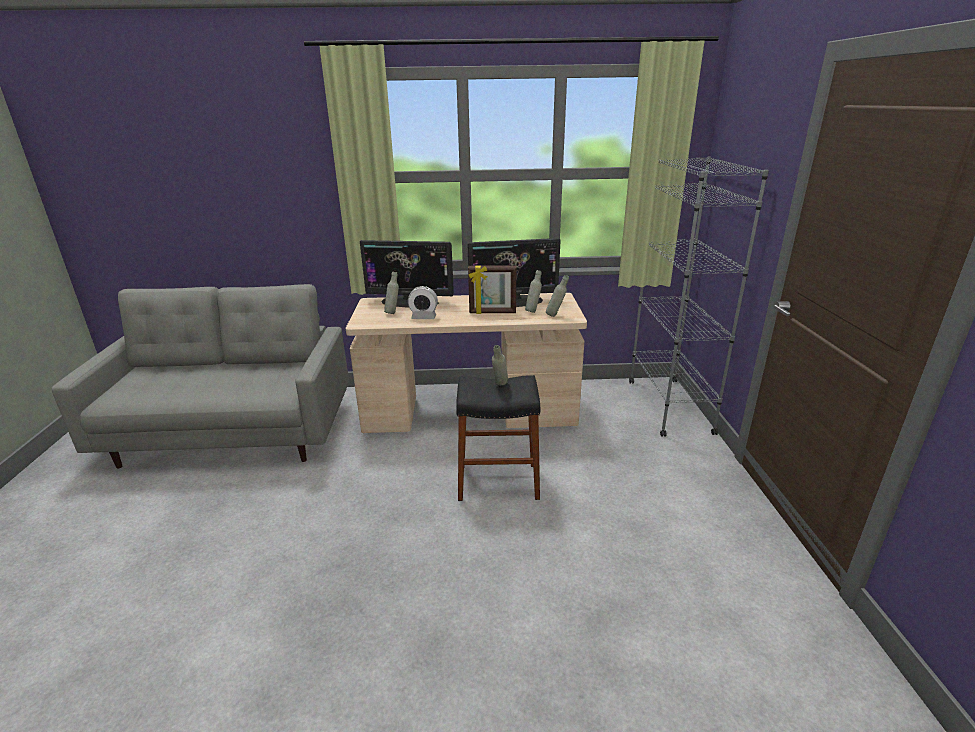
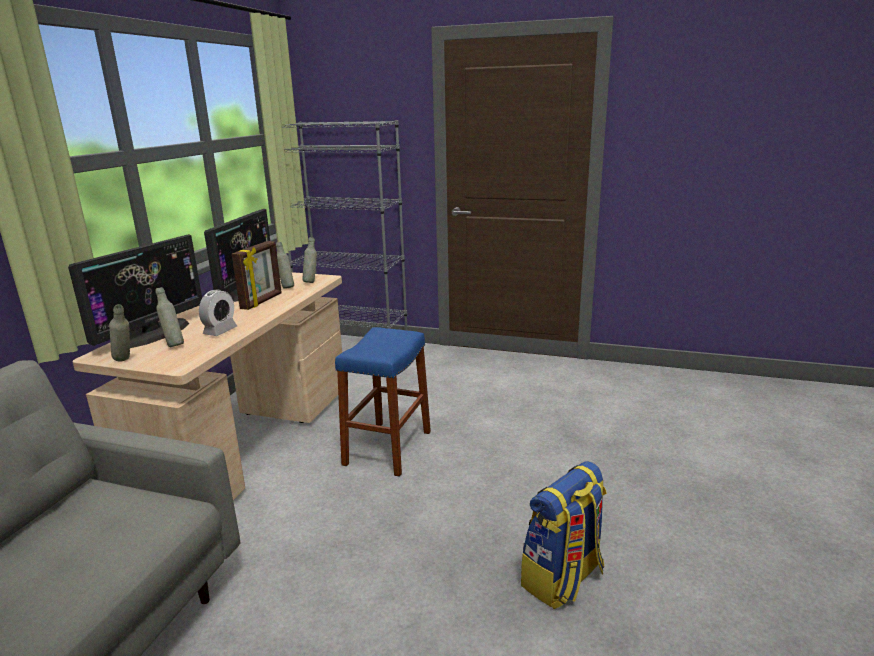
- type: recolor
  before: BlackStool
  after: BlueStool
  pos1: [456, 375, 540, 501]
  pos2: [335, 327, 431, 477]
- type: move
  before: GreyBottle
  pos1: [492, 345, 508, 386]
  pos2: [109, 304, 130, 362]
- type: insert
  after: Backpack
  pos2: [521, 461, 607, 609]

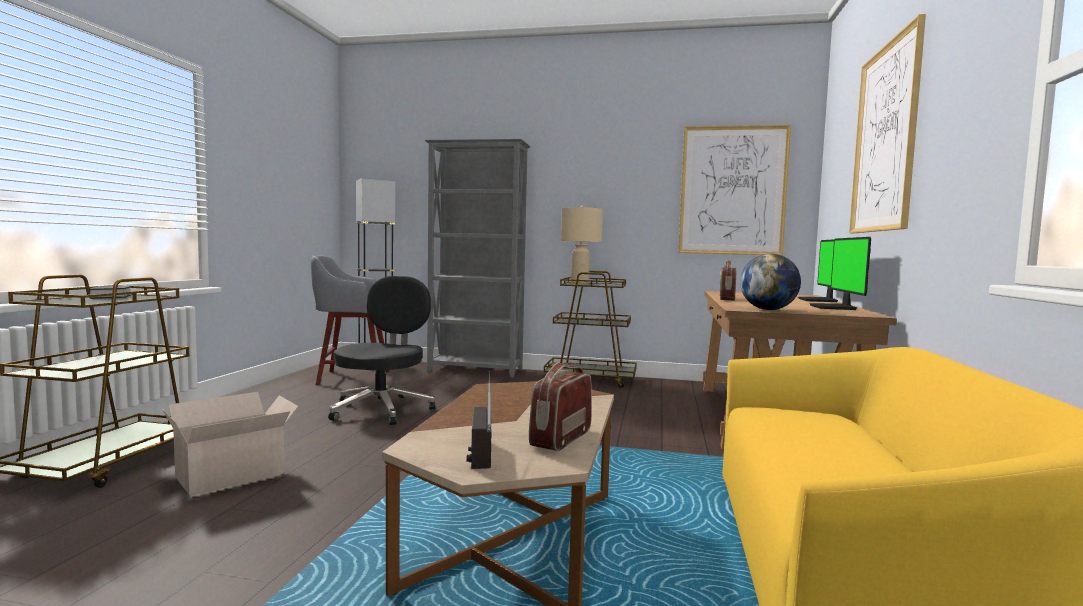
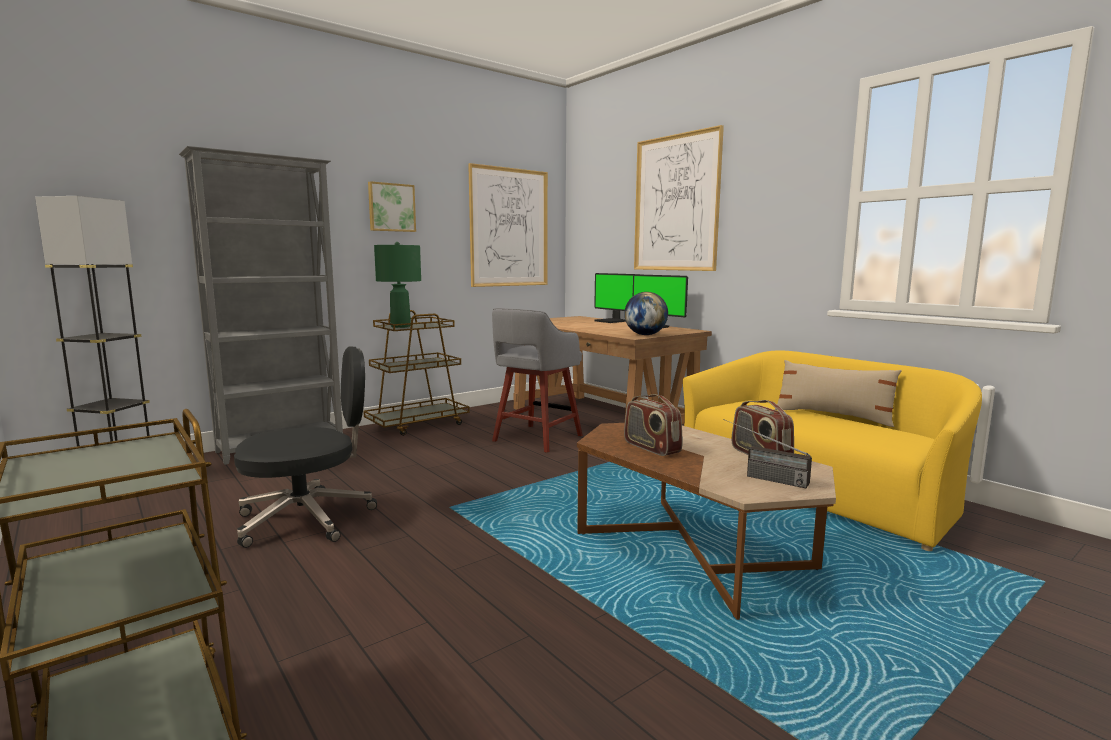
- type: delete
  before: Book
  pos1: [88, 286, 132, 299]
- type: delete
  before: CardboardBox
  pos1: [162, 392, 298, 496]
- type: move
  before: GreyStool
  pos1: [311, 255, 389, 385]
  pos2: [492, 308, 583, 453]
- type: rotate
  before: BlackOfficeChair
  pos1: [328, 276, 435, 425]
  pos2: [234, 347, 377, 548]
  turn: 105
- type: recolor
  before: BeigeTableLamp
  after: GreenTableLamp
  pos1: [561, 206, 603, 285]
  pos2: [374, 242, 421, 328]
- type: move
  before: Radio
  pos1: [720, 260, 737, 301]
  pos2: [624, 394, 683, 456]
- type: insert
  after: Picture
  pos2: [368, 181, 416, 232]
- type: insert
  after: BeigePillow
  pos2: [774, 360, 902, 427]

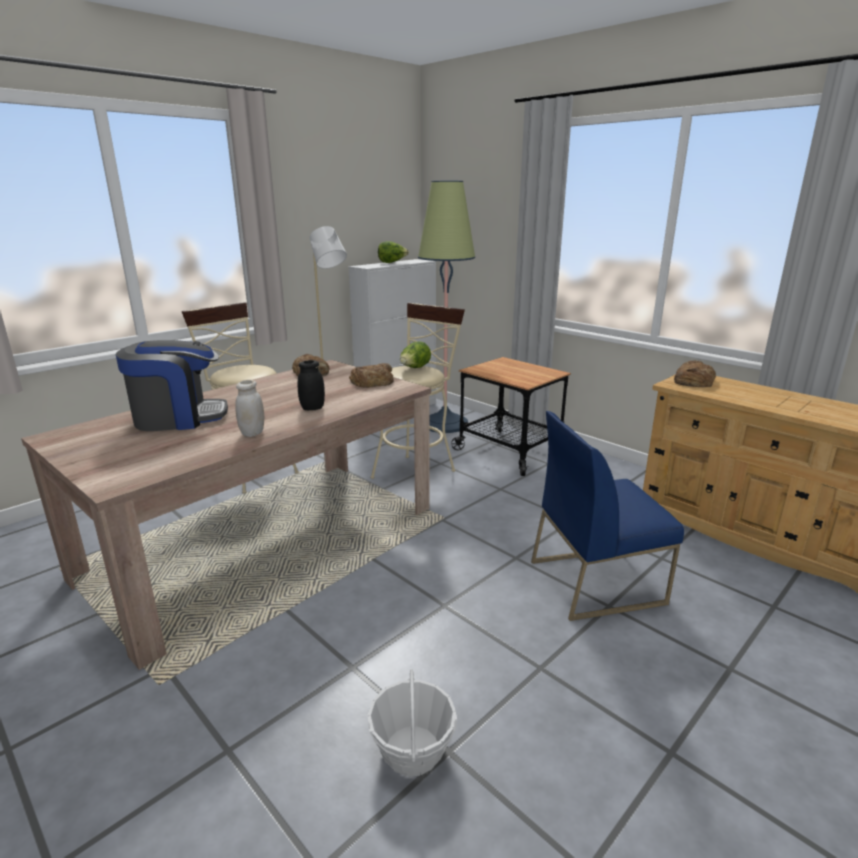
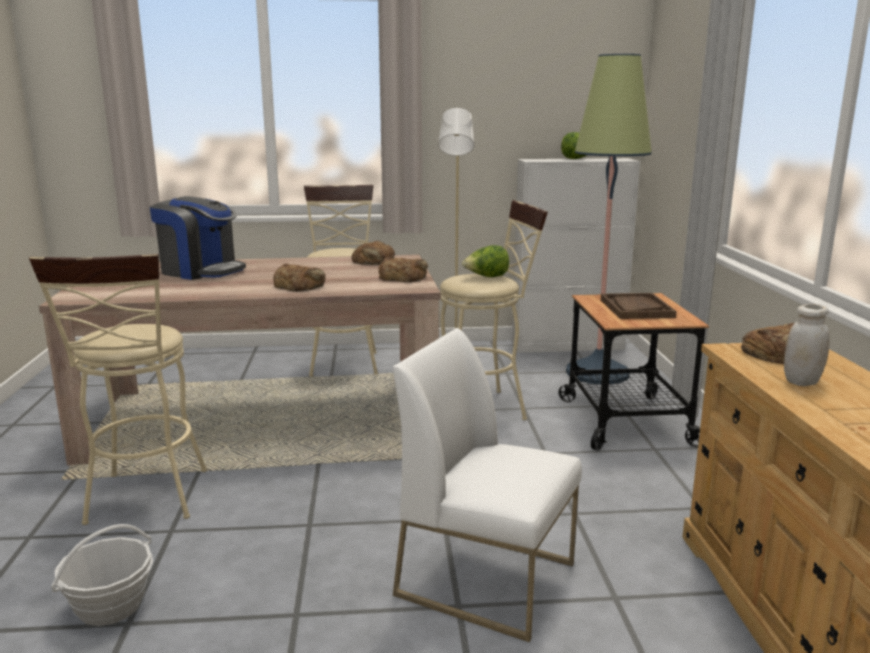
- type: move
  before: WhiteJar
  pos1: [235, 380, 264, 437]
  pos2: [784, 304, 830, 386]
- type: replace
  before: BlackJar
  after: Bread
  pos1: [298, 360, 325, 410]
  pos2: [273, 263, 326, 291]
- type: recolor
  before: BlueChair
  after: WhiteChair
  pos1: [531, 411, 684, 621]
  pos2: [393, 328, 582, 642]
- type: insert
  after: BeigeStool
  pos2: [29, 254, 207, 525]
- type: insert
  after: BrownTray
  pos2: [601, 293, 676, 319]

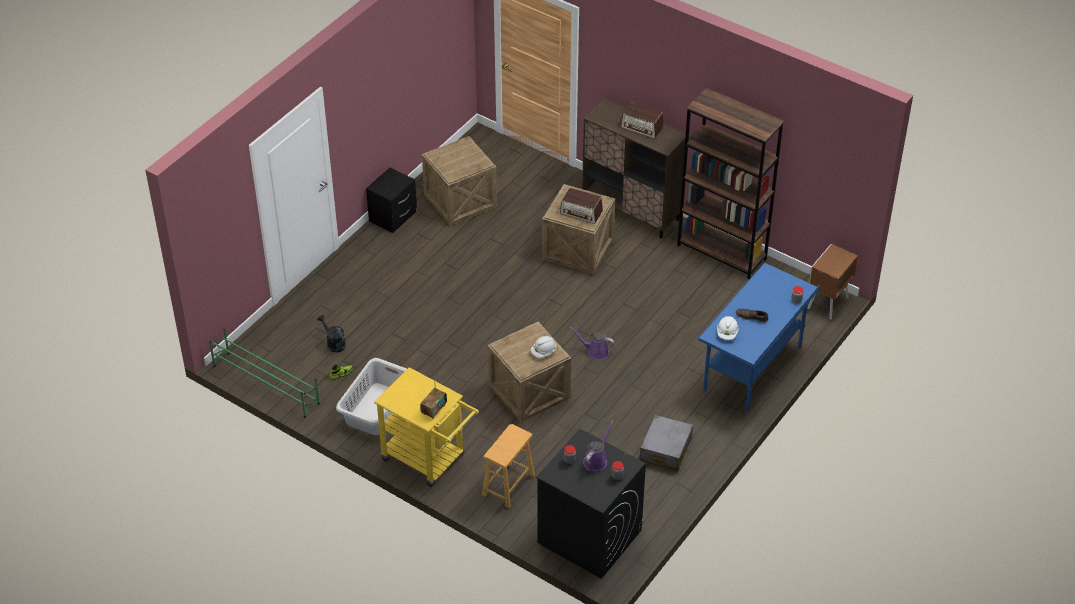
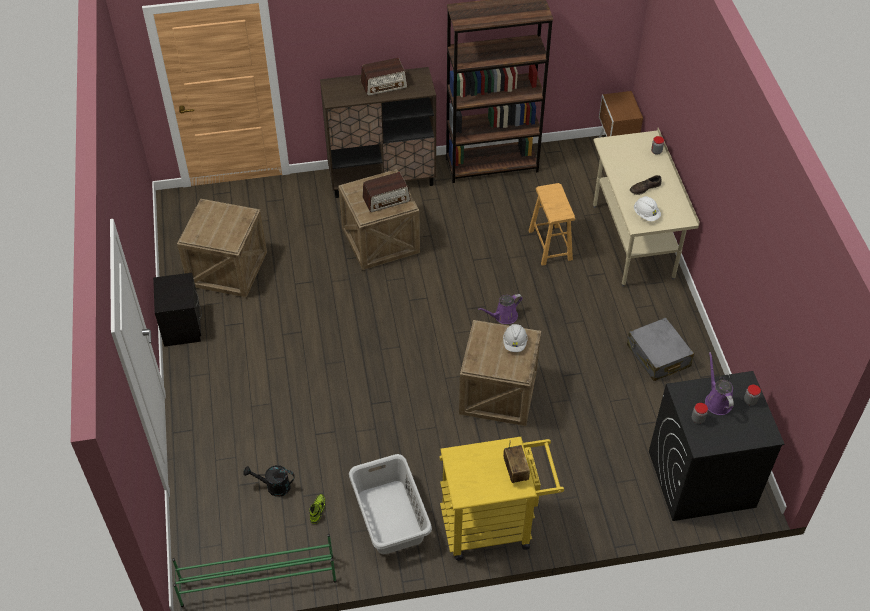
- type: move
  before: BrownStool
  pos1: [482, 424, 535, 508]
  pos2: [528, 183, 575, 266]
- type: recolor
  before: BlueDesk
  after: BeigeDesk
  pos1: [698, 263, 820, 413]
  pos2: [593, 128, 700, 286]

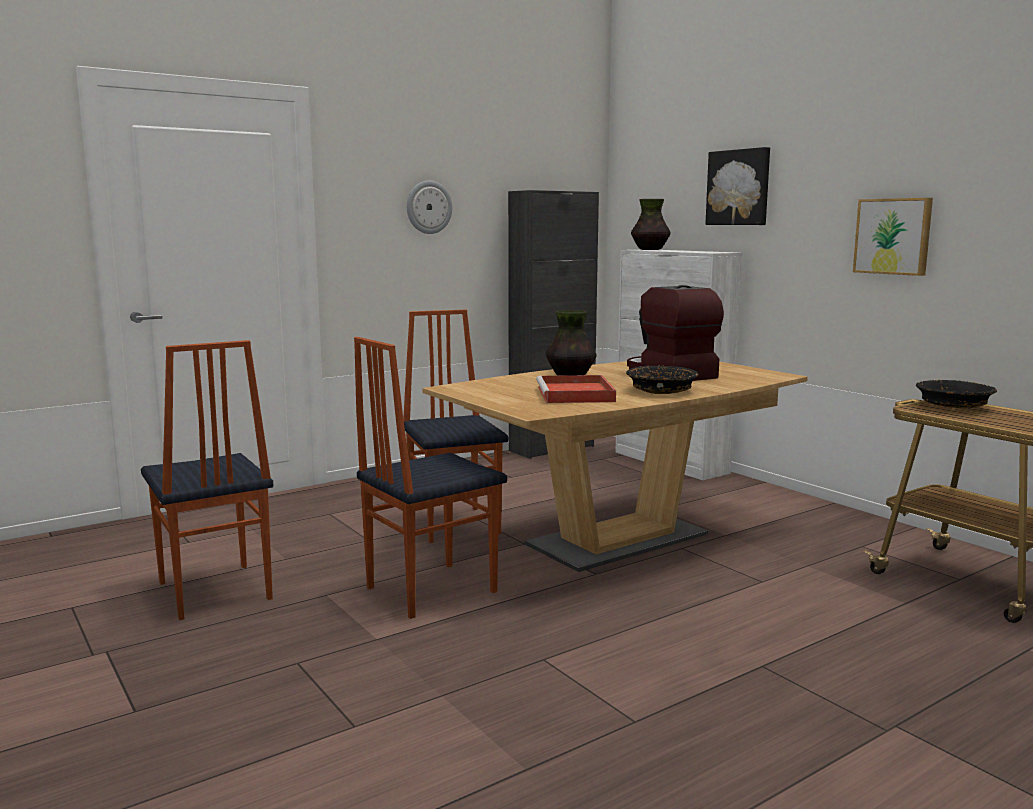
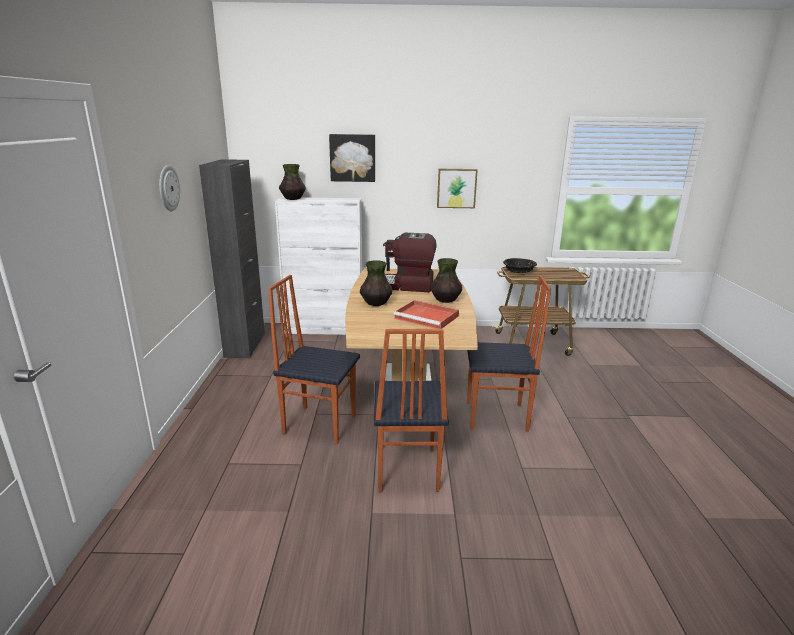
- type: move
  before: Chair
  pos1: [141, 340, 273, 620]
  pos2: [467, 275, 551, 432]
- type: replace
  before: BlackBowl
  after: Vase
  pos1: [626, 366, 699, 394]
  pos2: [430, 258, 462, 303]

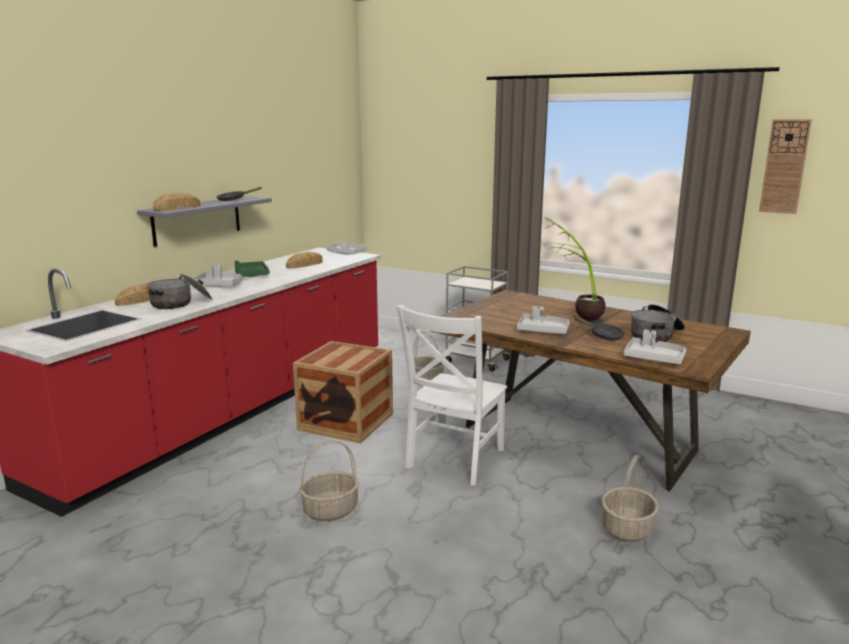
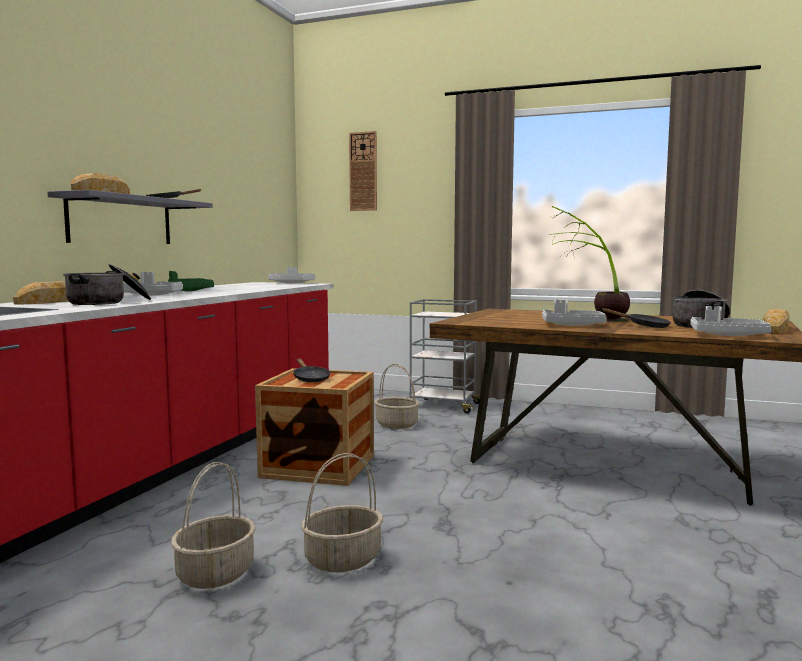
- type: move
  before: Bread
  pos1: [286, 251, 323, 269]
  pos2: [763, 309, 789, 334]
- type: delete
  before: WhiteChair
  pos1: [396, 305, 508, 486]
- type: move
  before: Basket
  pos1: [601, 455, 659, 542]
  pos2: [171, 462, 256, 589]
- type: move
  before: WallClock
  pos1: [759, 119, 812, 214]
  pos2: [349, 131, 377, 211]
- type: insert
  after: BlackFryingPan
  pos2: [294, 359, 330, 382]

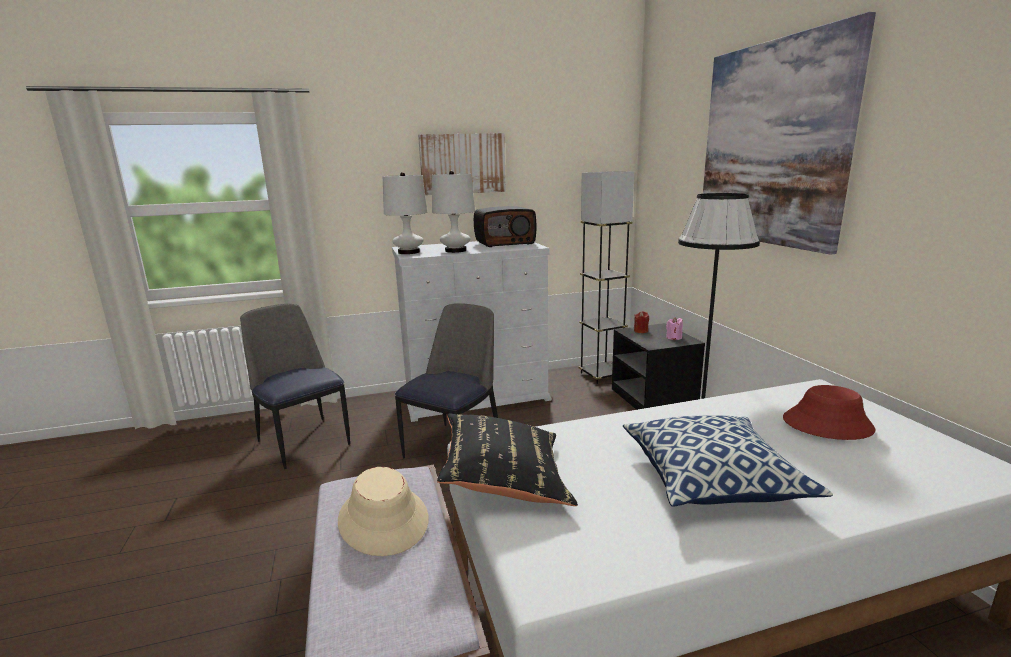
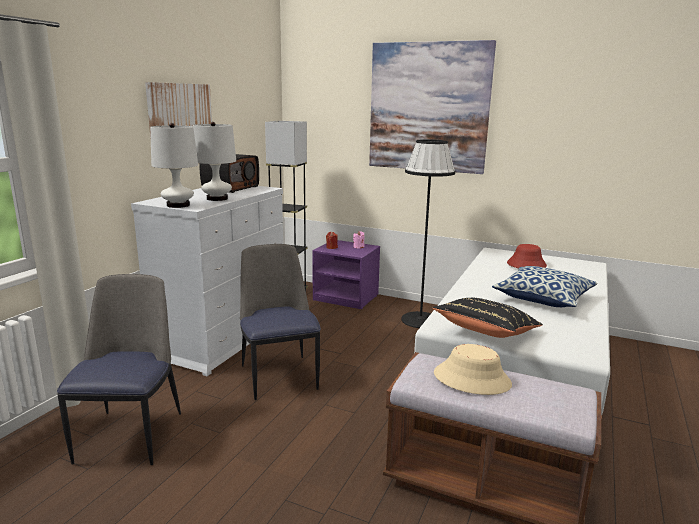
- type: rotate
  before: Chair
  pos1: [240, 304, 350, 469]
  pos2: [57, 274, 181, 465]
  turn: 90
- type: recolor
  before: BlackNightstand
  after: PurpleNightstand
  pos1: [612, 323, 705, 410]
  pos2: [312, 240, 380, 309]

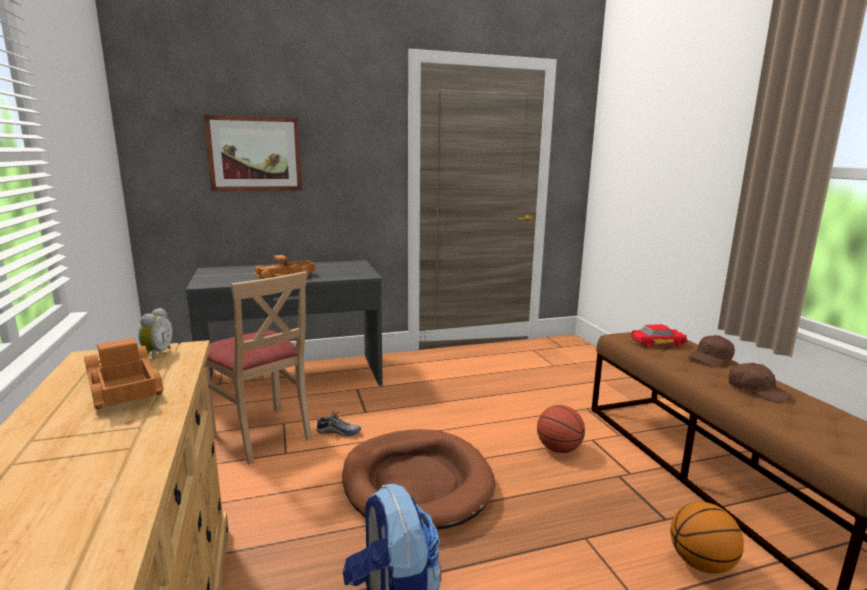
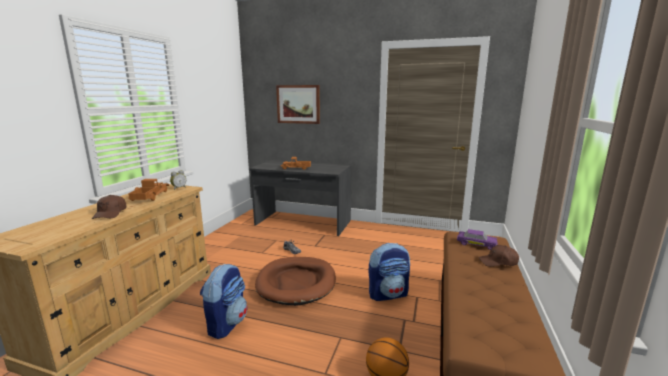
- type: delete
  before: BeigeChair
  pos1: [206, 271, 312, 465]
- type: replace
  before: Basketball
  after: Backpack
  pos1: [537, 405, 585, 453]
  pos2: [369, 243, 410, 301]
- type: recolor
  before: RedToyCar
  after: PurpleToyCar
  pos1: [631, 324, 687, 348]
  pos2: [457, 229, 498, 250]
- type: move
  before: BrownCap
  pos1: [729, 363, 792, 403]
  pos2: [92, 195, 126, 219]

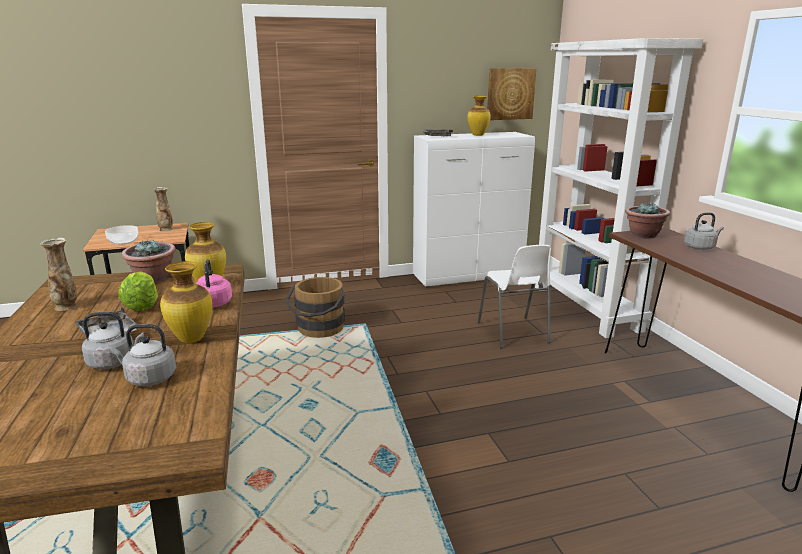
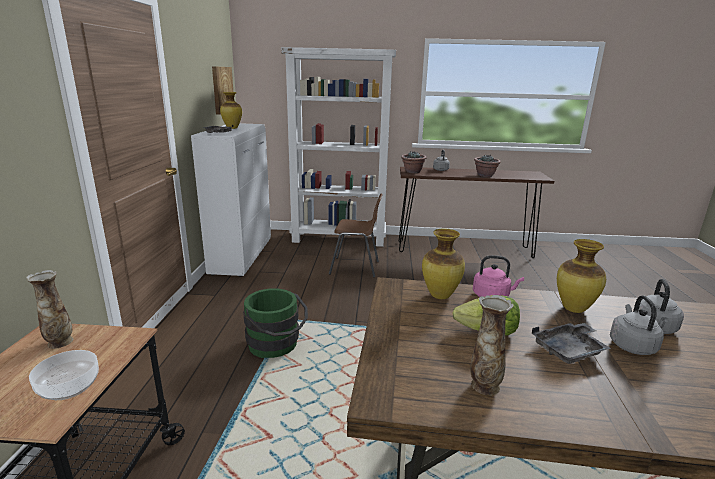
- type: move
  before: PottedPlant
  pos1: [121, 239, 176, 283]
  pos2: [474, 155, 501, 177]
- type: recolor
  before: BrownBucket
  after: GreenBucket
  pos1: [286, 277, 345, 338]
  pos2: [243, 288, 308, 358]
- type: recolor
  before: WhiteChair
  after: BrownChair
  pos1: [478, 245, 551, 348]
  pos2: [329, 193, 383, 278]

